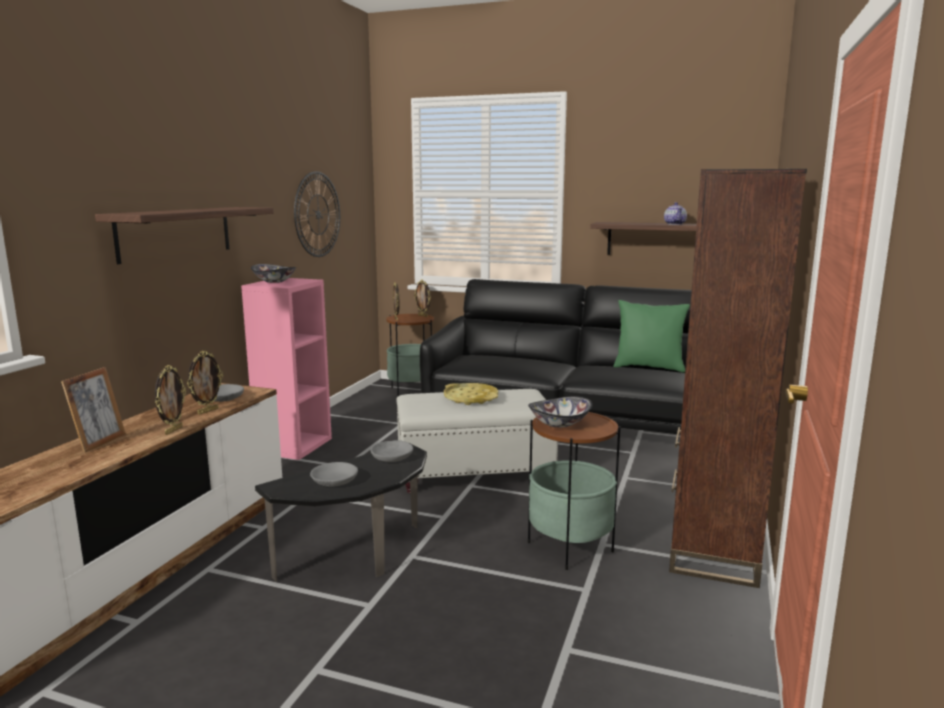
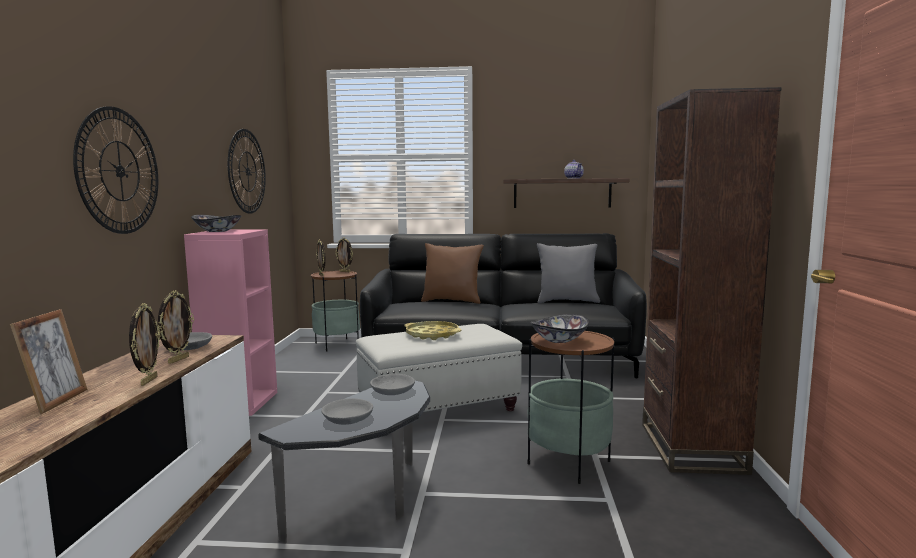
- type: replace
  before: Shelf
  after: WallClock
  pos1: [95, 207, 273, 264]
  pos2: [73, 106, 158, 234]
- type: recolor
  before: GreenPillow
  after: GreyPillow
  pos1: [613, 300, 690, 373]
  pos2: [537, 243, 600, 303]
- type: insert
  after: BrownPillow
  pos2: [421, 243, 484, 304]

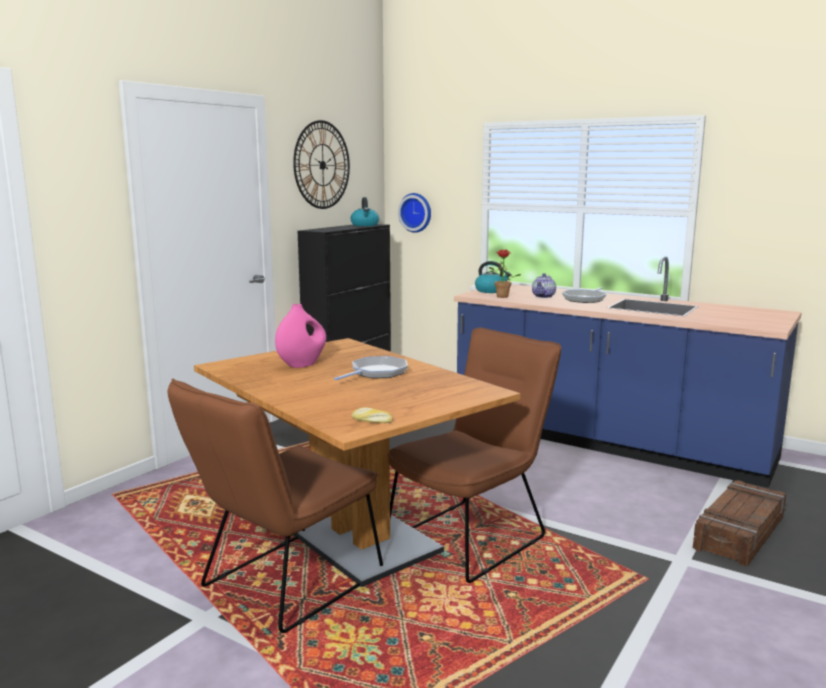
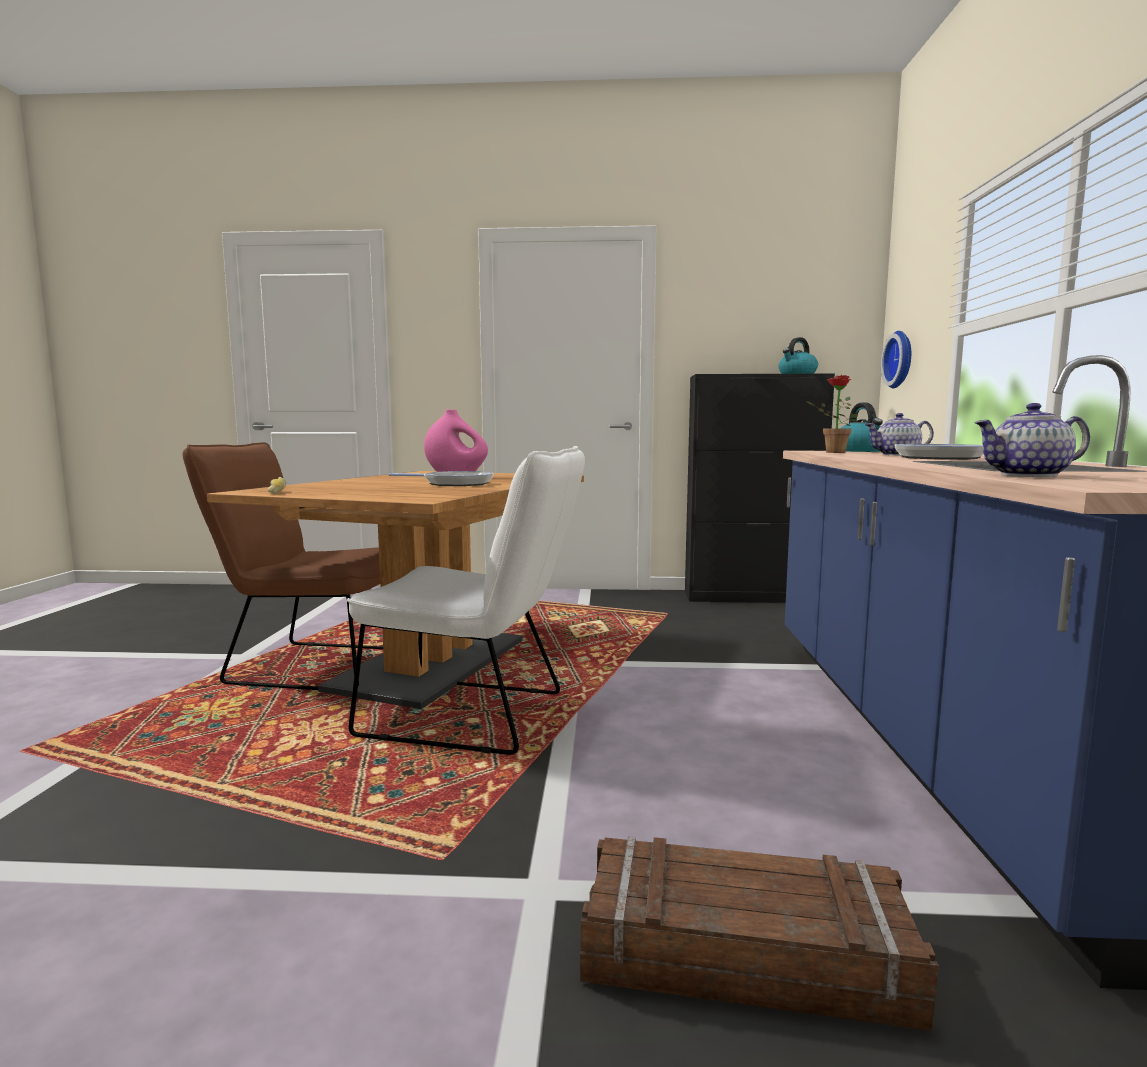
- type: delete
  before: WallClock
  pos1: [293, 120, 350, 209]
- type: recolor
  before: BrownChair
  after: WhiteChair
  pos1: [388, 328, 561, 583]
  pos2: [347, 446, 585, 755]
- type: insert
  after: Teapot
  pos2: [974, 403, 1090, 477]

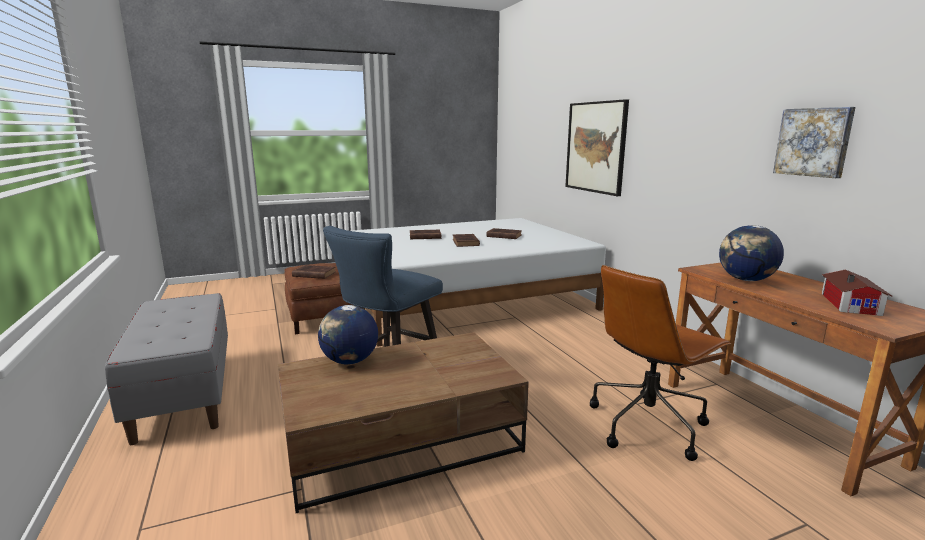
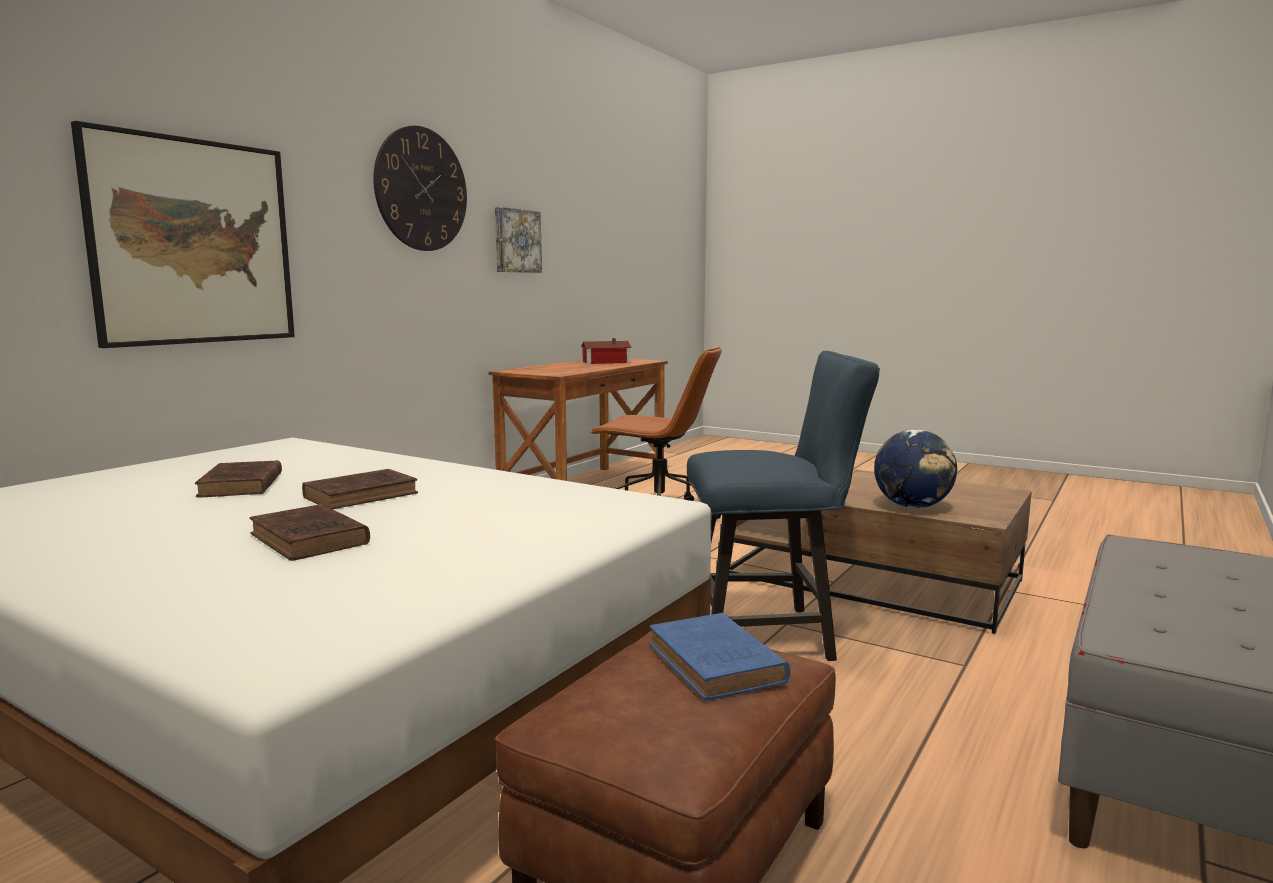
- type: recolor
  before: BrownBook
  after: BlueBook
  pos1: [292, 265, 336, 279]
  pos2: [649, 613, 790, 701]
- type: delete
  before: Globe
  pos1: [719, 225, 784, 281]
- type: insert
  after: WallClock
  pos2: [373, 126, 467, 251]

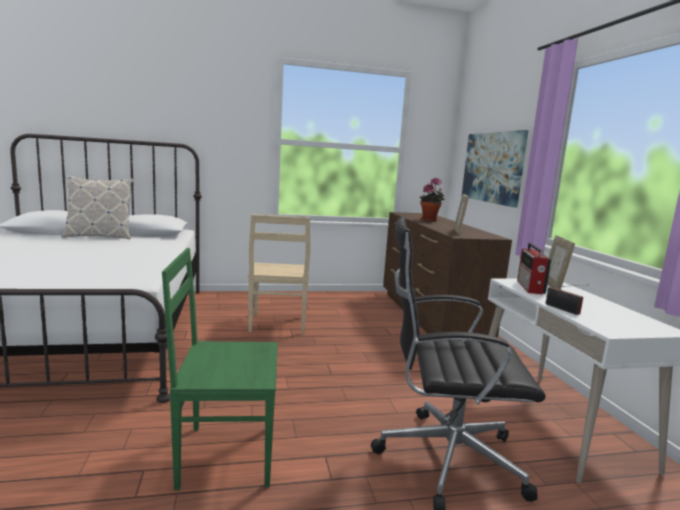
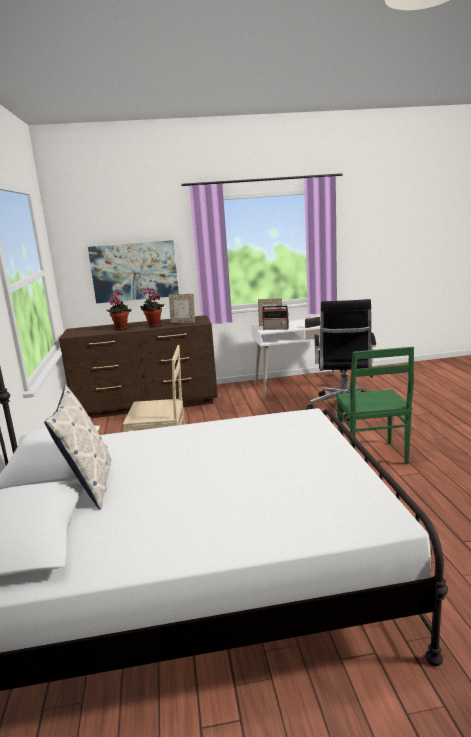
- type: insert
  after: PottedPlant
  pos2: [141, 288, 164, 327]

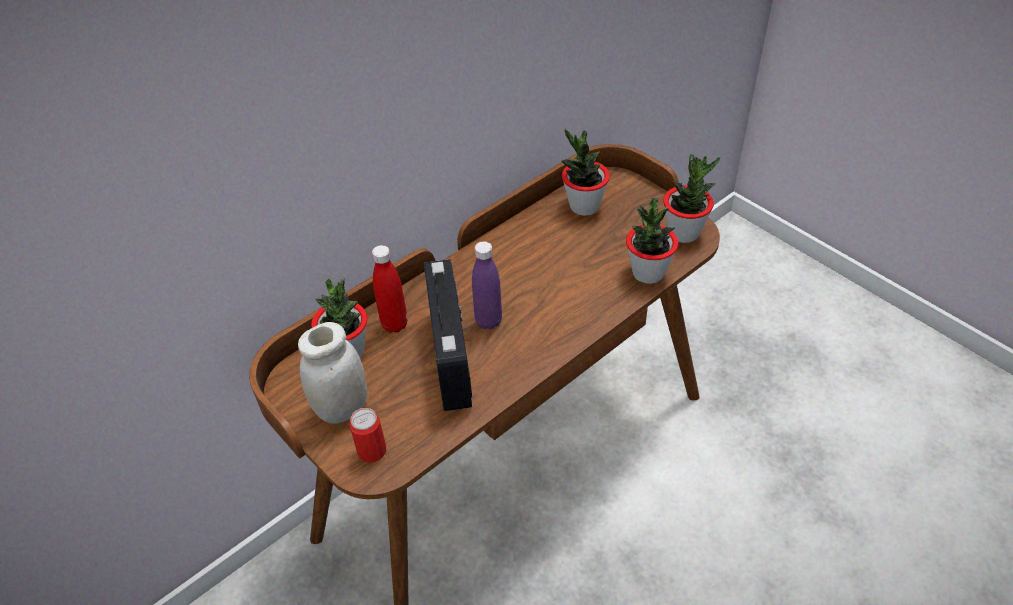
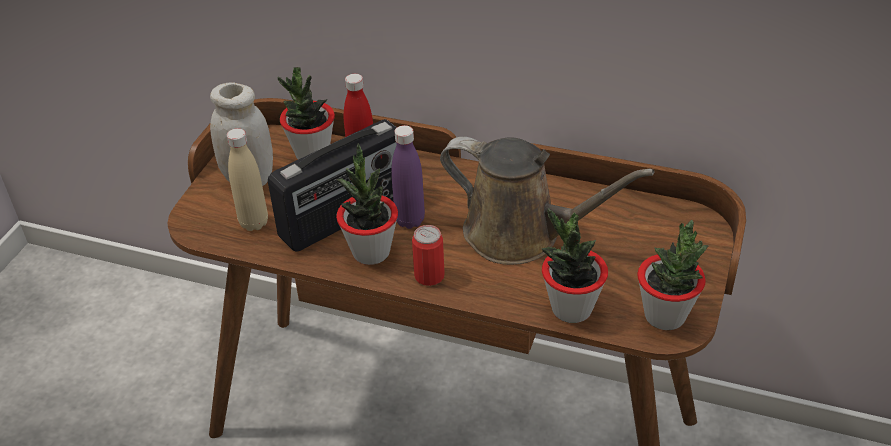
- type: move
  before: Can
  pos1: [350, 408, 386, 463]
  pos2: [412, 225, 445, 286]
- type: move
  before: PottedPlant
  pos1: [561, 128, 610, 216]
  pos2: [336, 144, 398, 265]
- type: insert
  after: BeigeBottle
  pos2: [227, 128, 268, 231]
- type: insert
  after: BrownWateringCan
  pos2: [440, 137, 655, 265]

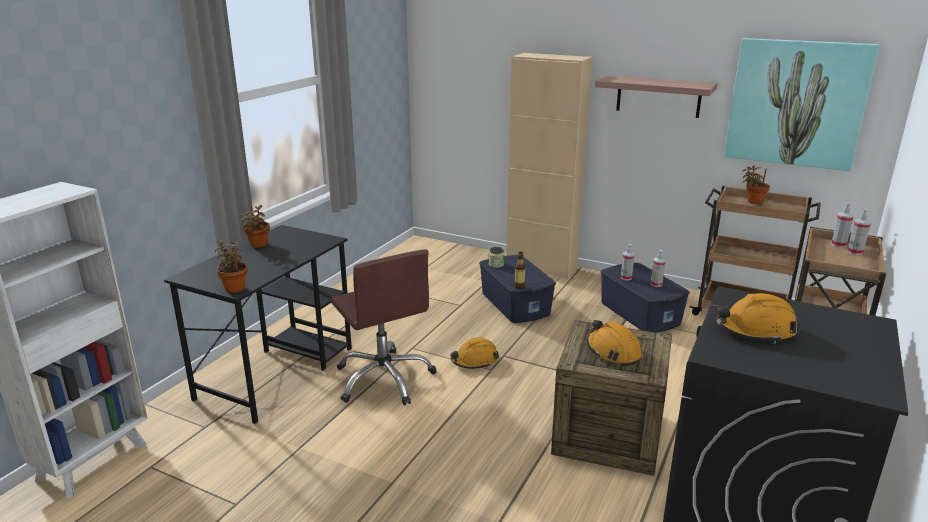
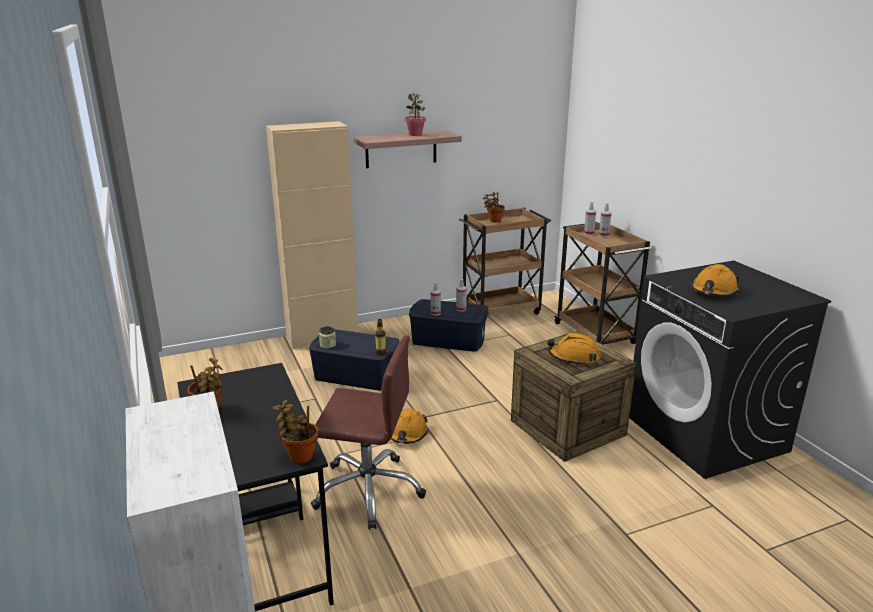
- type: delete
  before: Picture
  pos1: [724, 38, 880, 171]
- type: insert
  after: PottedPlant
  pos2: [405, 93, 426, 136]

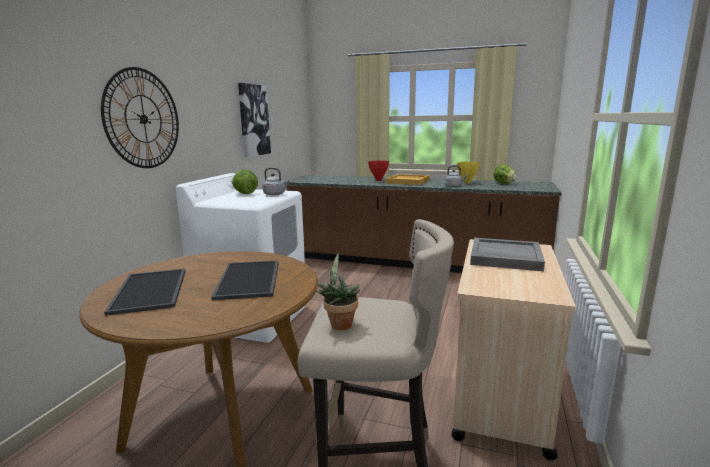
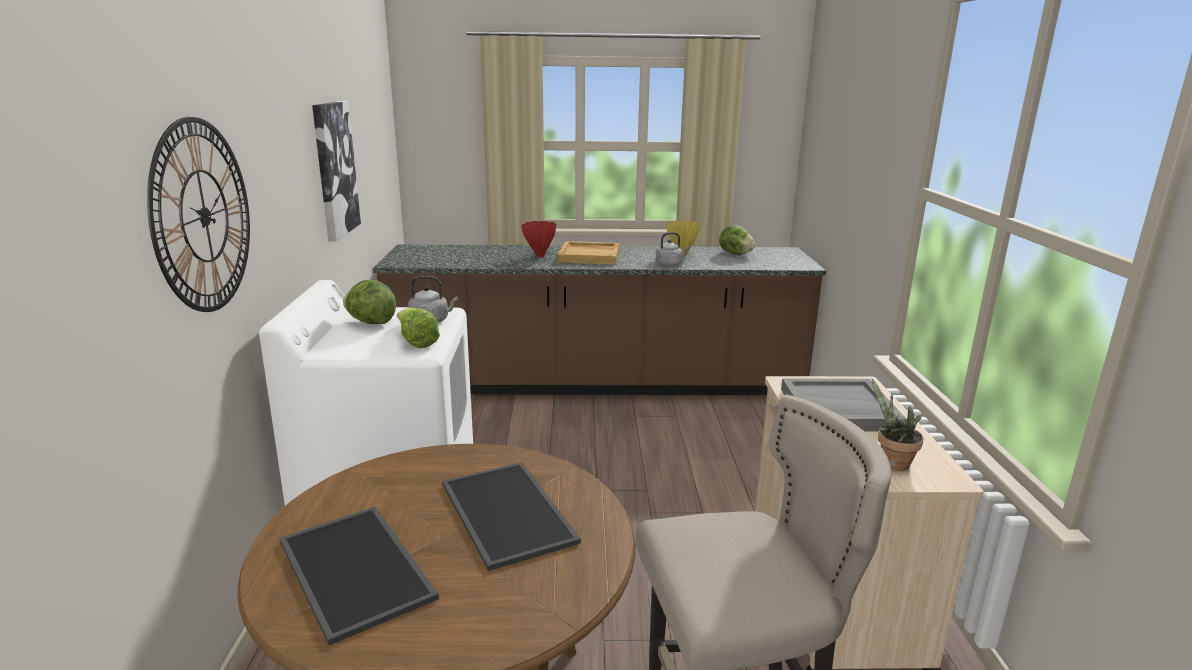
- type: move
  before: PottedPlant
  pos1: [315, 253, 360, 330]
  pos2: [871, 378, 923, 471]
- type: insert
  after: Lettuce
  pos2: [397, 308, 440, 348]

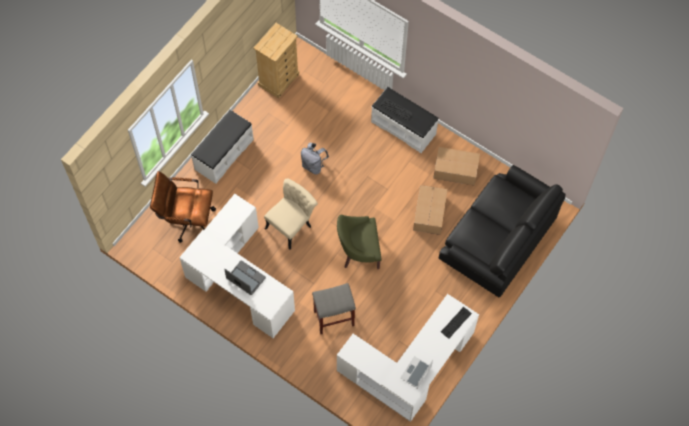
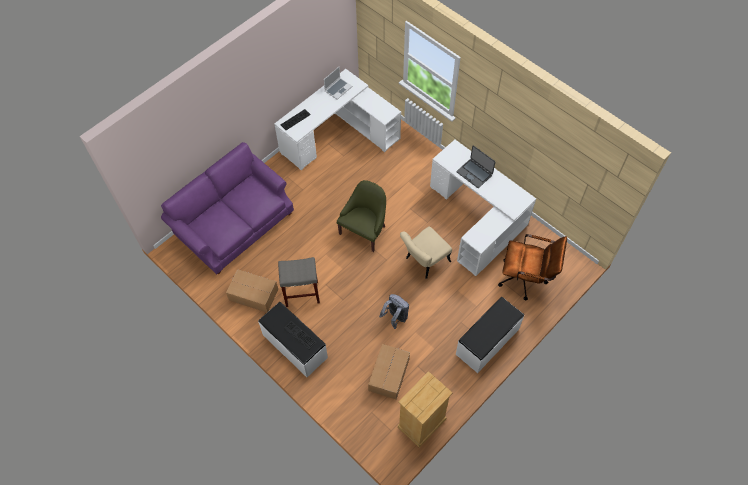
- type: move
  before: GreyStool
  pos1: [312, 283, 356, 334]
  pos2: [278, 257, 320, 307]
- type: rotate
  before: GreenArmchair
  pos1: [337, 215, 382, 269]
  pos2: [337, 180, 386, 252]
  turn: -60
- type: move
  before: CardboardBox
  pos1: [413, 185, 448, 235]
  pos2: [368, 344, 410, 399]
- type: recolor
  before: BlackSofa
  after: PurpleSofa
  pos1: [439, 165, 565, 297]
  pos2: [161, 142, 294, 275]

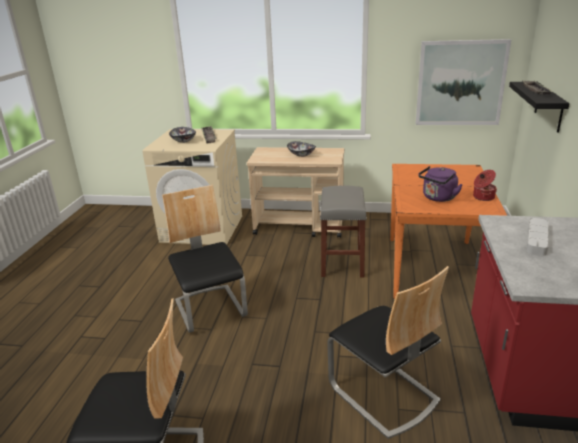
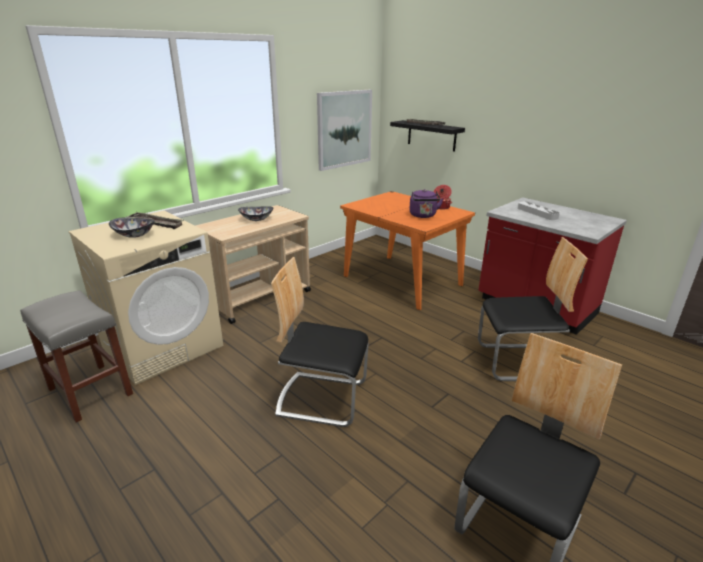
- type: move
  before: GreyStool
  pos1: [320, 186, 367, 278]
  pos2: [20, 290, 133, 423]

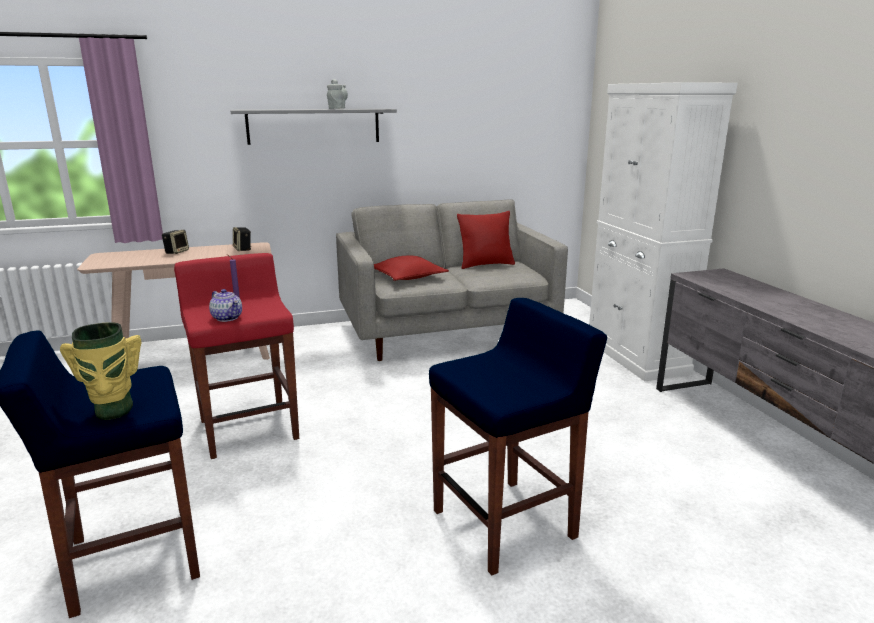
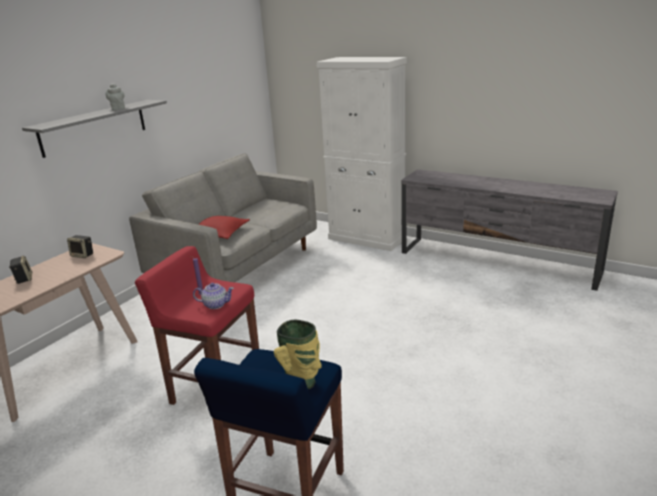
- type: delete
  before: BlueStool
  pos1: [429, 298, 607, 575]
- type: delete
  before: RedPillow
  pos1: [457, 211, 515, 269]

